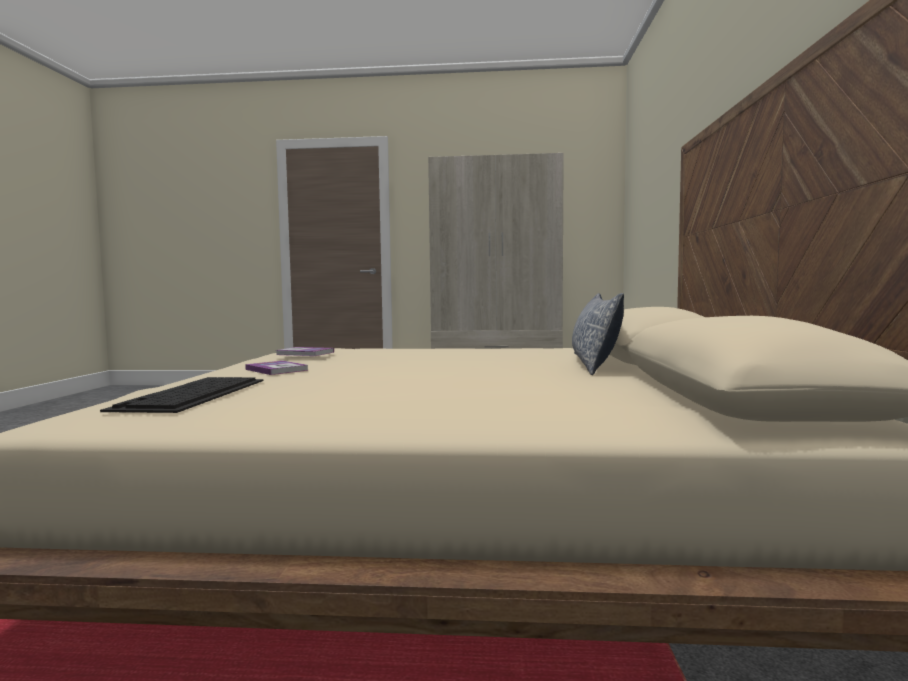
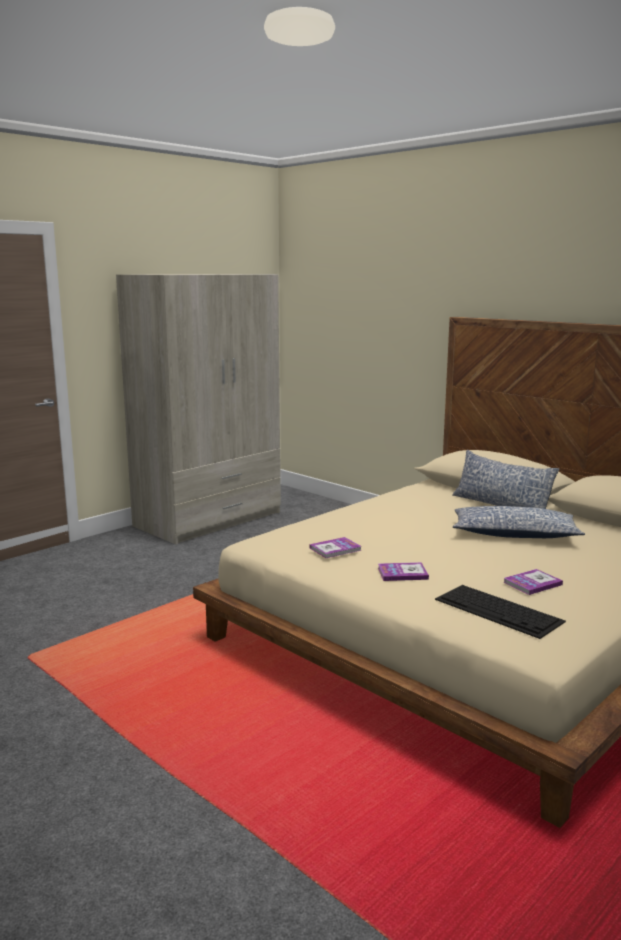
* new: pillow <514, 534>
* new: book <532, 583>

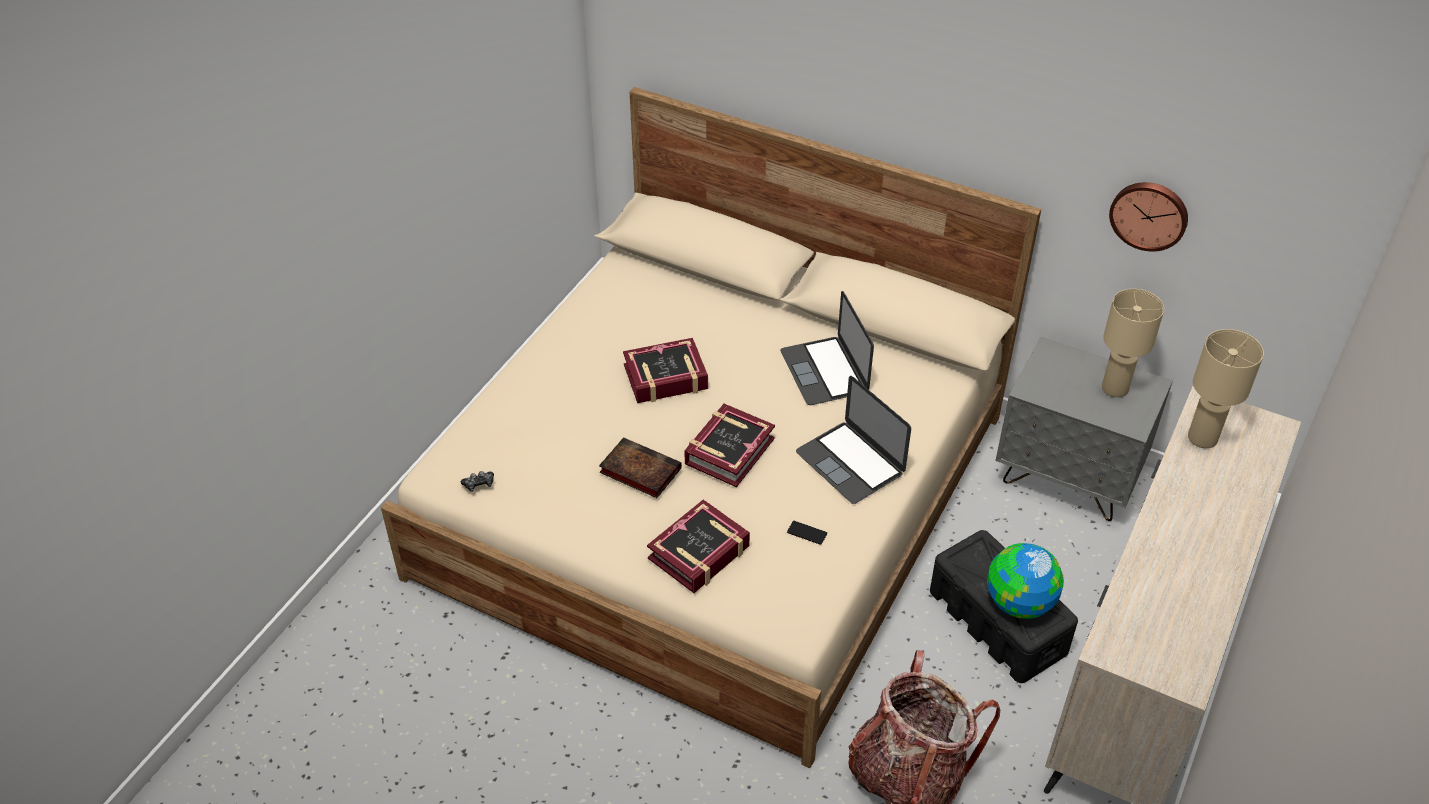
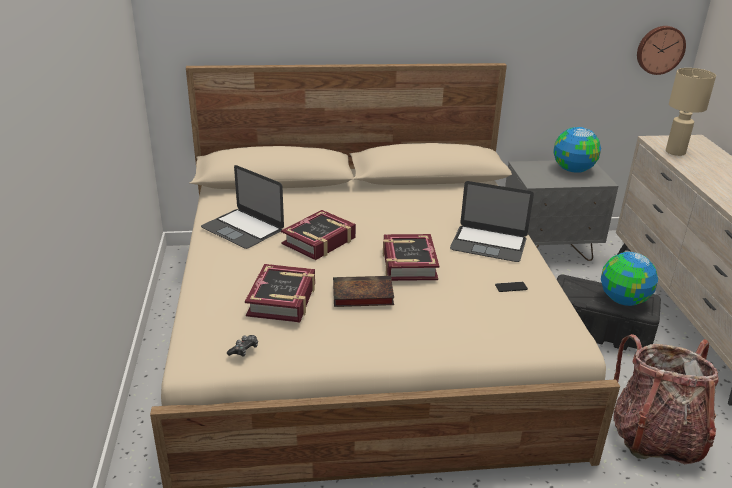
* shifted: book <699, 553> to <282, 300>
* shifted: laptop <824, 371> to <242, 228>
* swapped: beige_table_lamp <1114, 388> to globe <572, 170>
* shifted: wall_clock <1149, 214> to <659, 49>

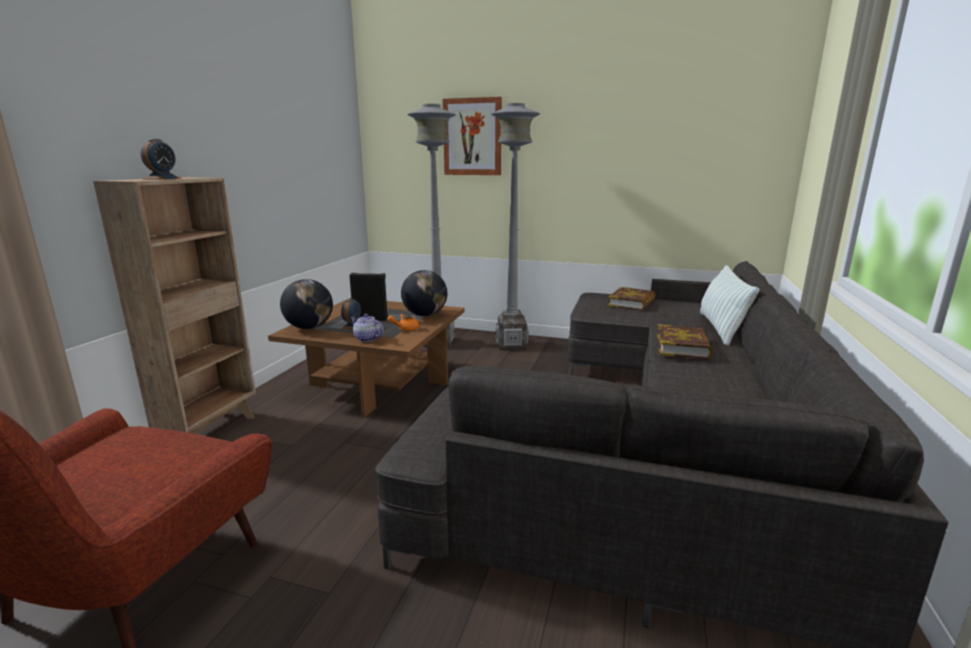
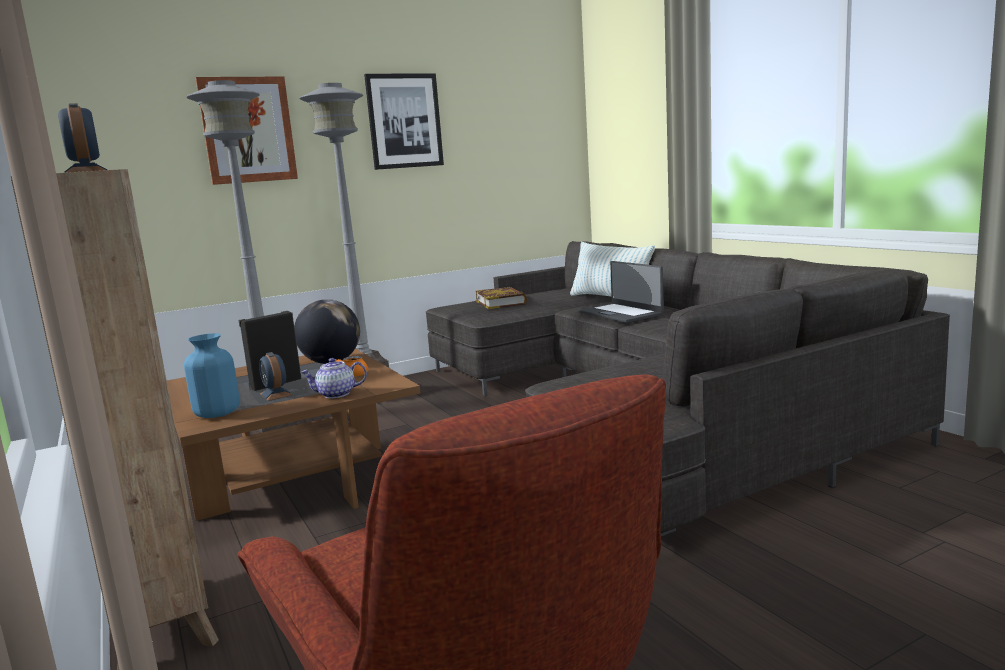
* swapped: globe <309, 327> to blue_vase <217, 413>
* swapped: book <682, 347> to laptop <621, 313>
* new: picture <404, 121>

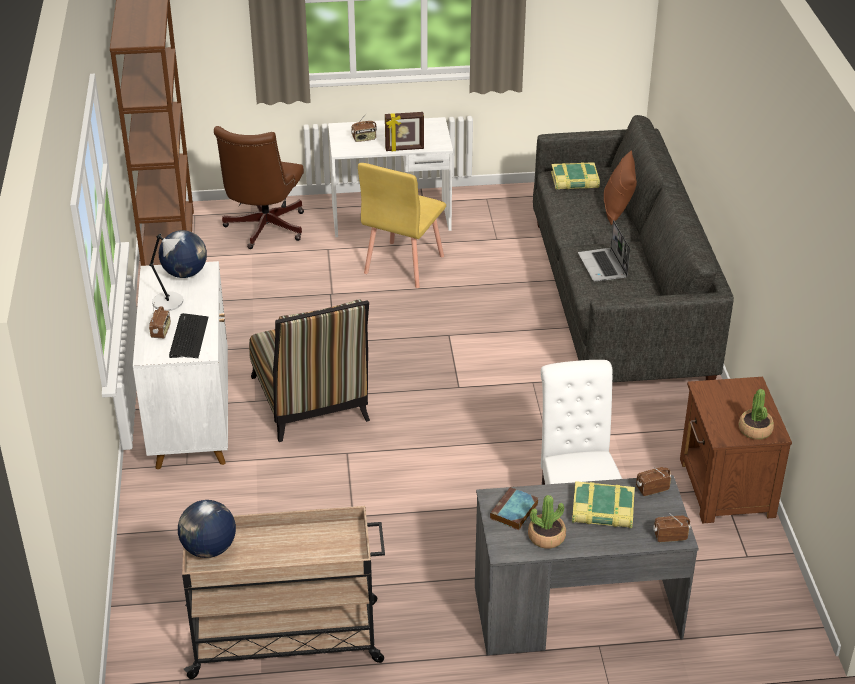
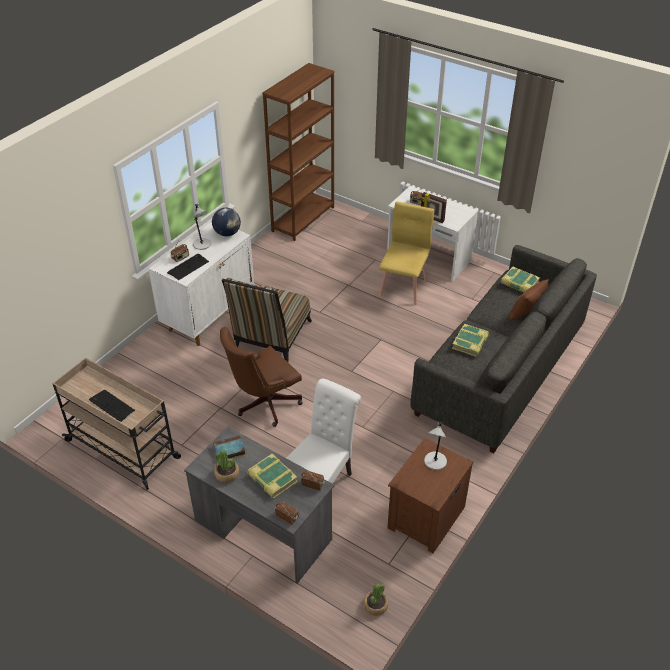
* gone: globe <209, 549>
* shifted: brown_office_chair <263, 230> to <263, 404>
* rotated: yellow_chair <403, 264> = <403, 287> 135 degrees clockwise
* swapped: laptop <603, 266> to book <470, 343>
* shifted: potted_plant <755, 430> to <375, 605>
* new: keyboard <112, 406>
* new: grey_table_lamp <435, 462>

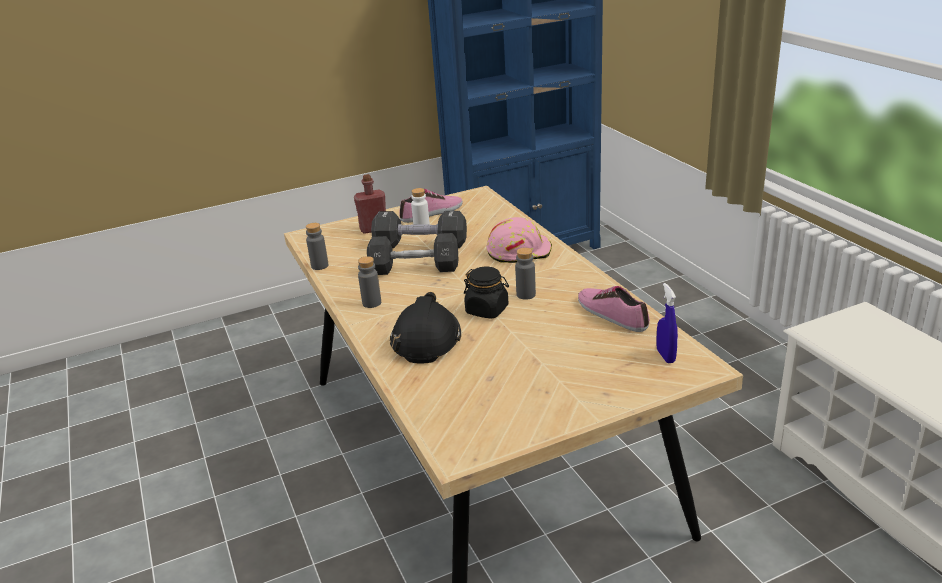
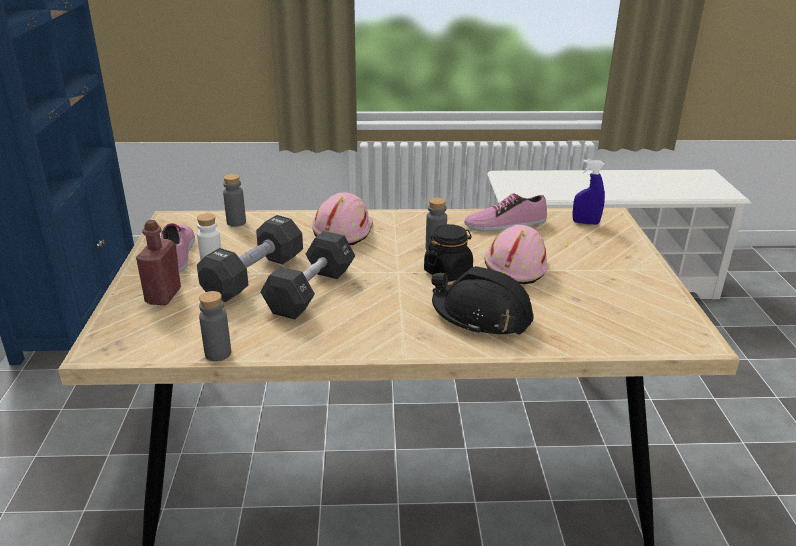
* shifted: grey_bottle <372, 303> to <236, 222>
* new: pink_hard_hat <514, 266>

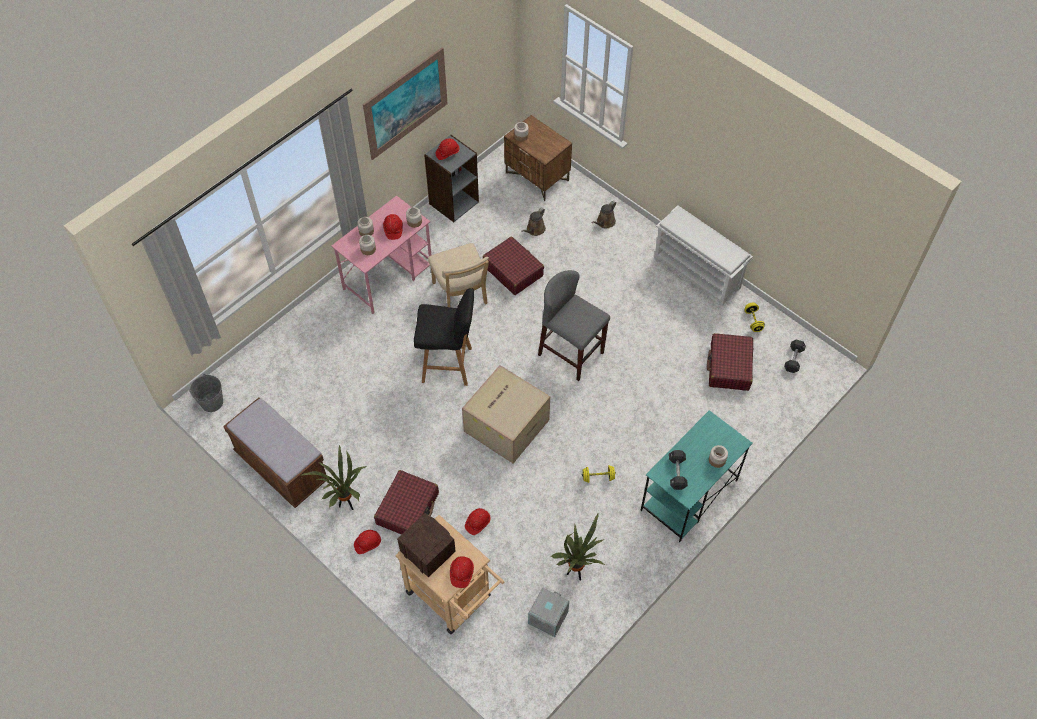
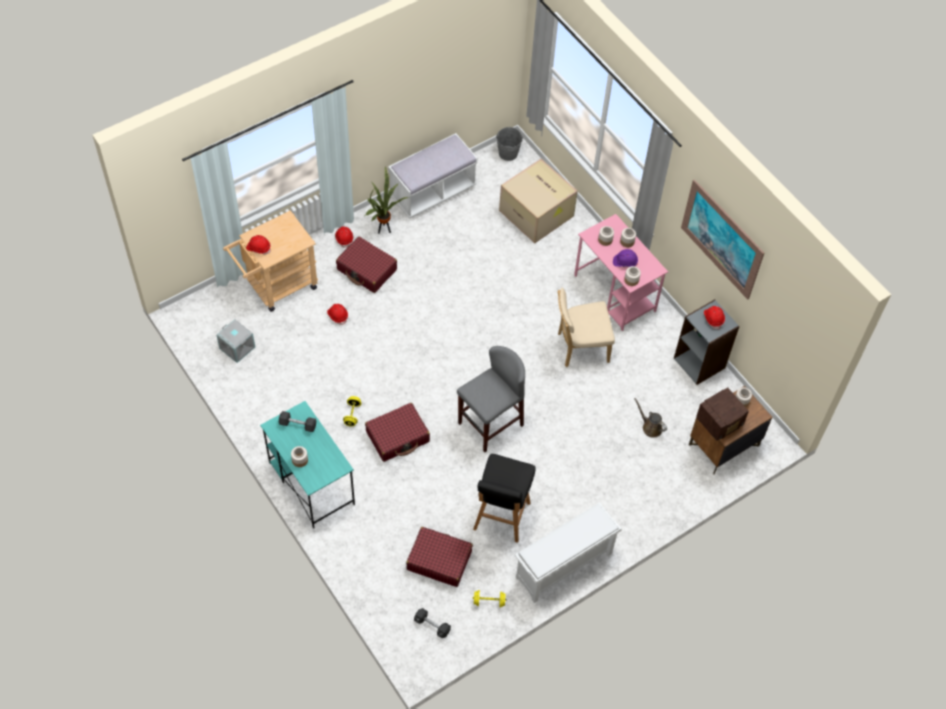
* repainted: brown_bench <282, 467> to white_bench <432, 192>
* repainted: red_hard_hat <393, 229> to purple_hard_hat <625, 262>
* shifted: radio <427, 551> to <720, 422>
* shifted: black_stool <448, 365> to <501, 517>
* shifted: cardboard_box <506, 424> to <537, 213>
* shifted: red_suitcase <513, 271> to <398, 437>
* gone: potted_plant <576, 573>
* gone: brown_watering_can <604, 222>

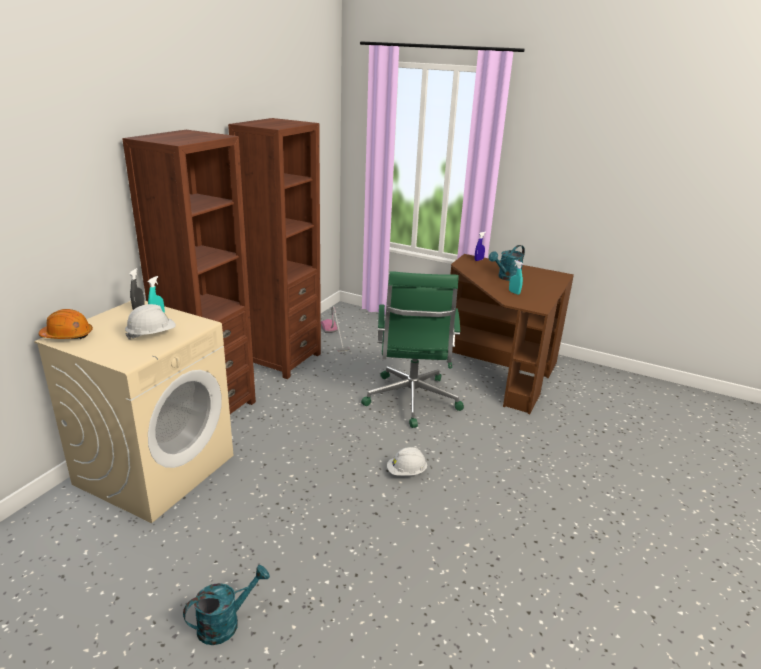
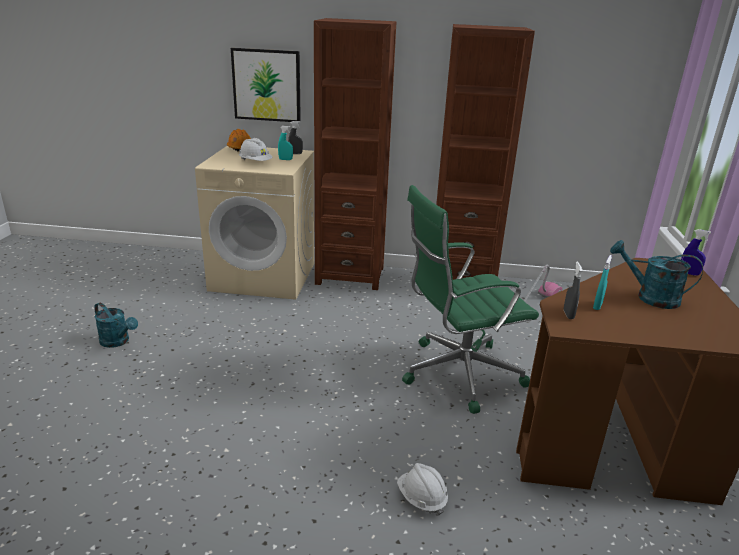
* shifted: white_hard_hat <406, 472> to <421, 498>
* new: picture <267, 85>
* new: grey_spray_bottle <568, 314>

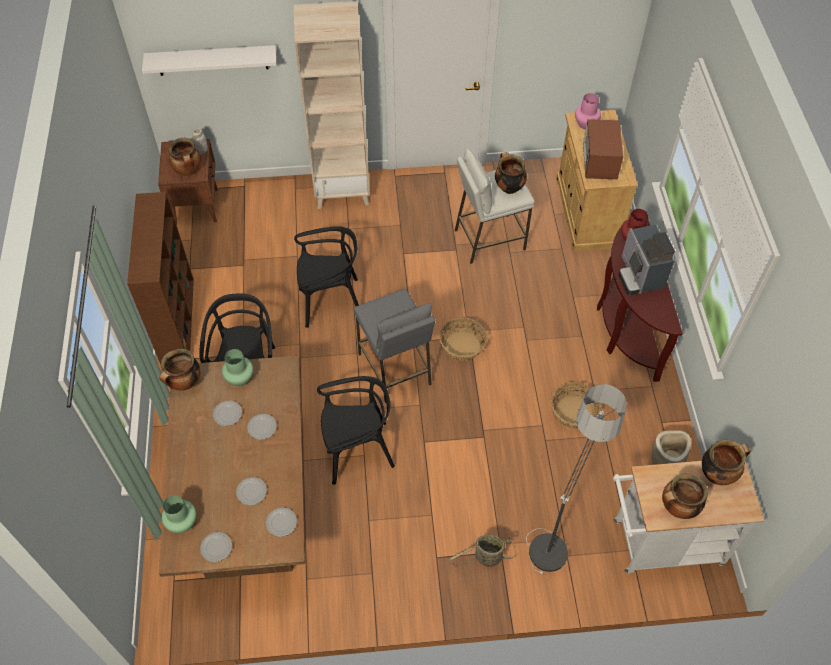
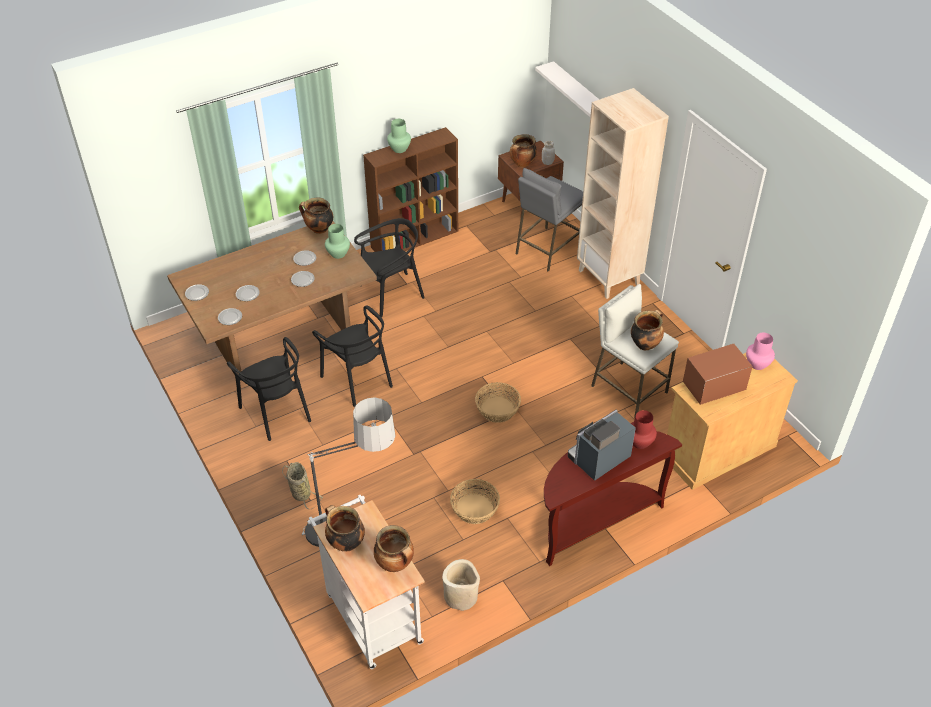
* shifted: green_vase <182, 522> to <399, 148>
* shifted: black_chair <330, 300> to <276, 412>
* shifted: grey_stool <395, 369> to <547, 249>

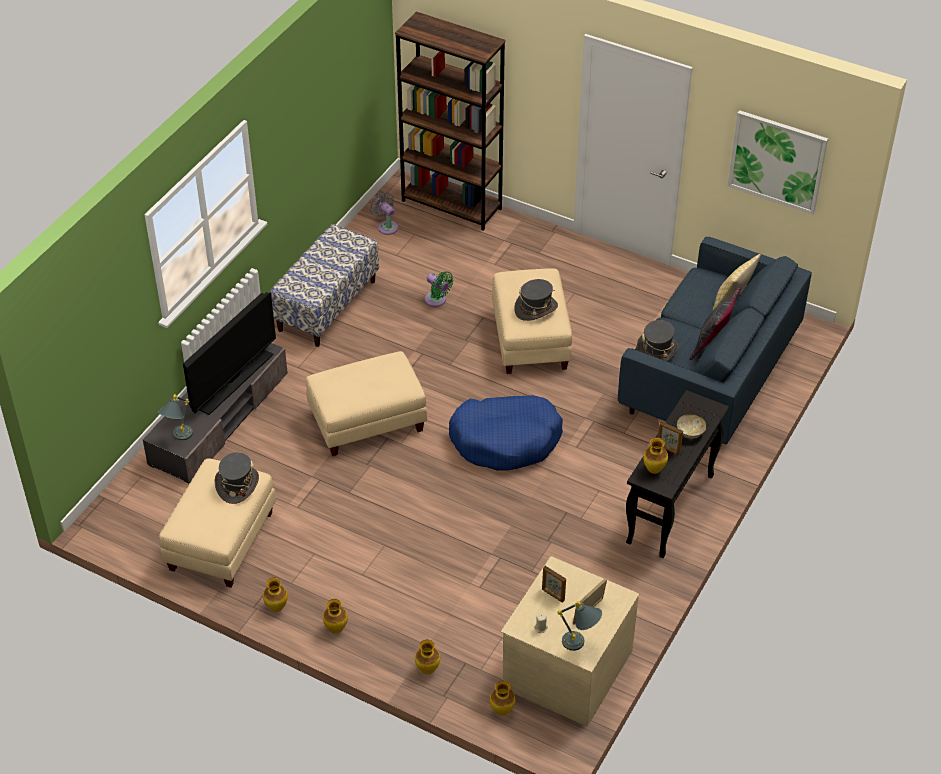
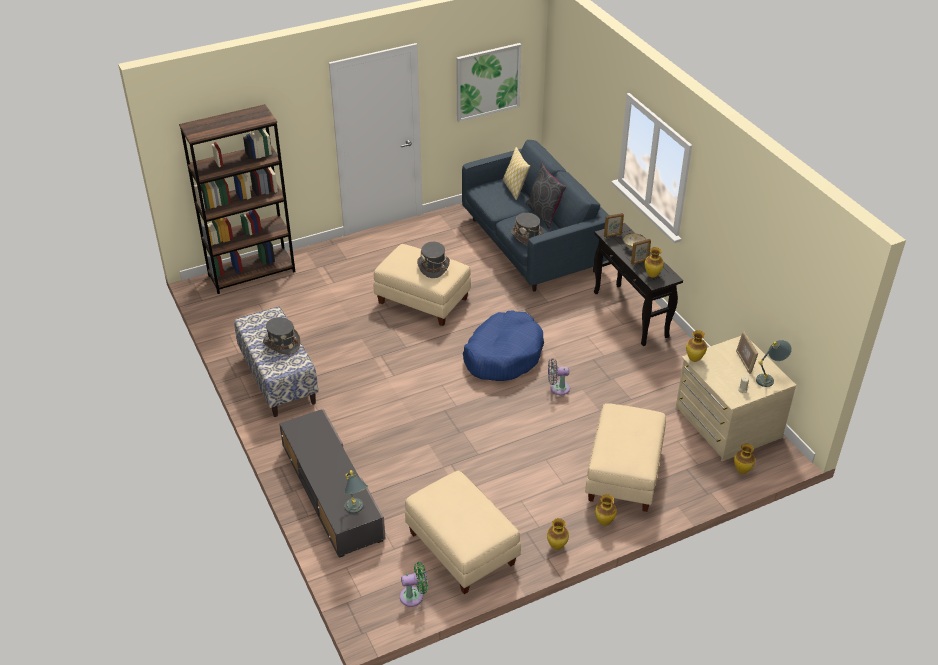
* gone: television <234, 380>
* shifted: grey_hat <237, 485> to <282, 343>
* shifted: beige_ottoman <367, 423> to <624, 474>
* shifted: grey_fan <386, 226> to <557, 388>
* shifted: vase <427, 670> to <693, 359>
* shifted: green_fan <437, 300> to <414, 596>
* shifted: picture_frame <553, 595> to <612, 235>

